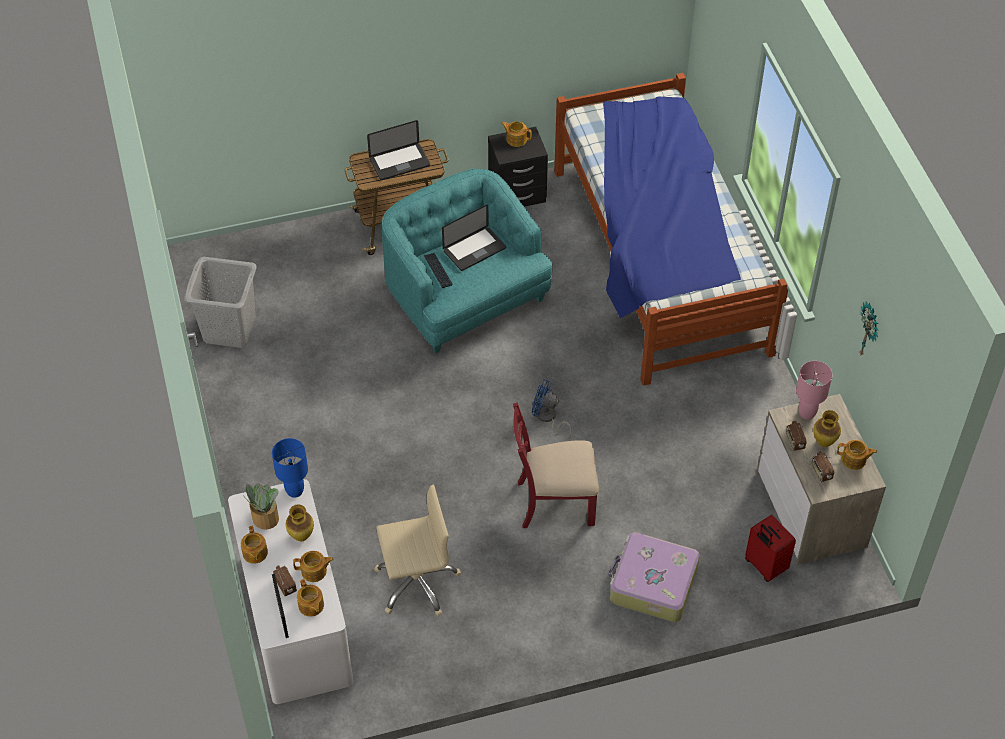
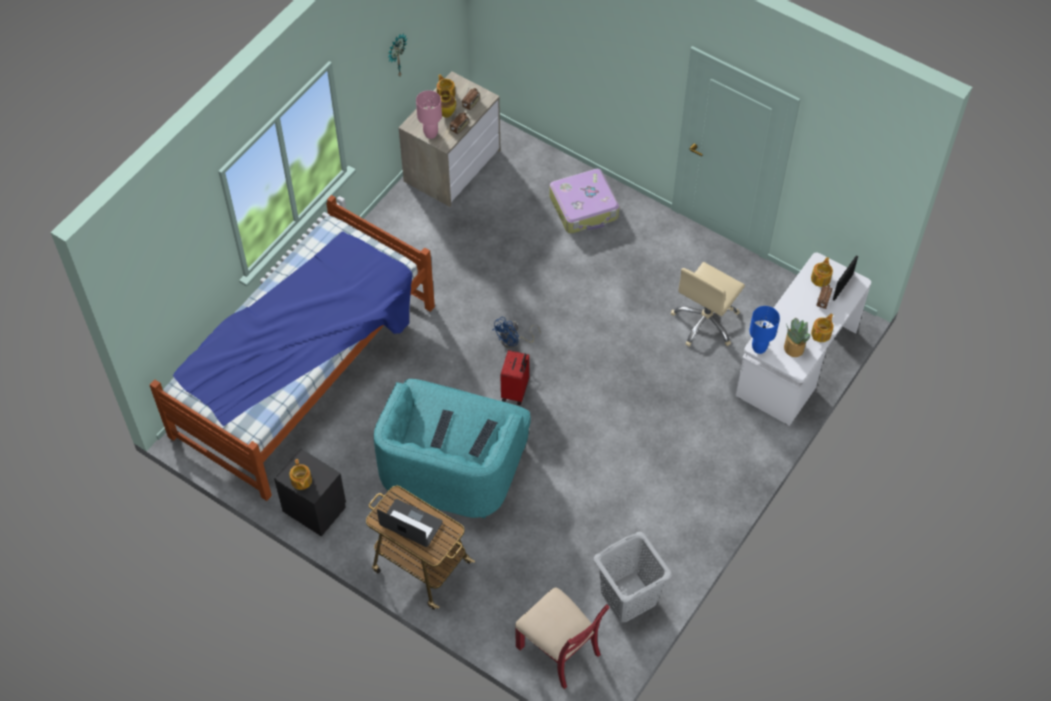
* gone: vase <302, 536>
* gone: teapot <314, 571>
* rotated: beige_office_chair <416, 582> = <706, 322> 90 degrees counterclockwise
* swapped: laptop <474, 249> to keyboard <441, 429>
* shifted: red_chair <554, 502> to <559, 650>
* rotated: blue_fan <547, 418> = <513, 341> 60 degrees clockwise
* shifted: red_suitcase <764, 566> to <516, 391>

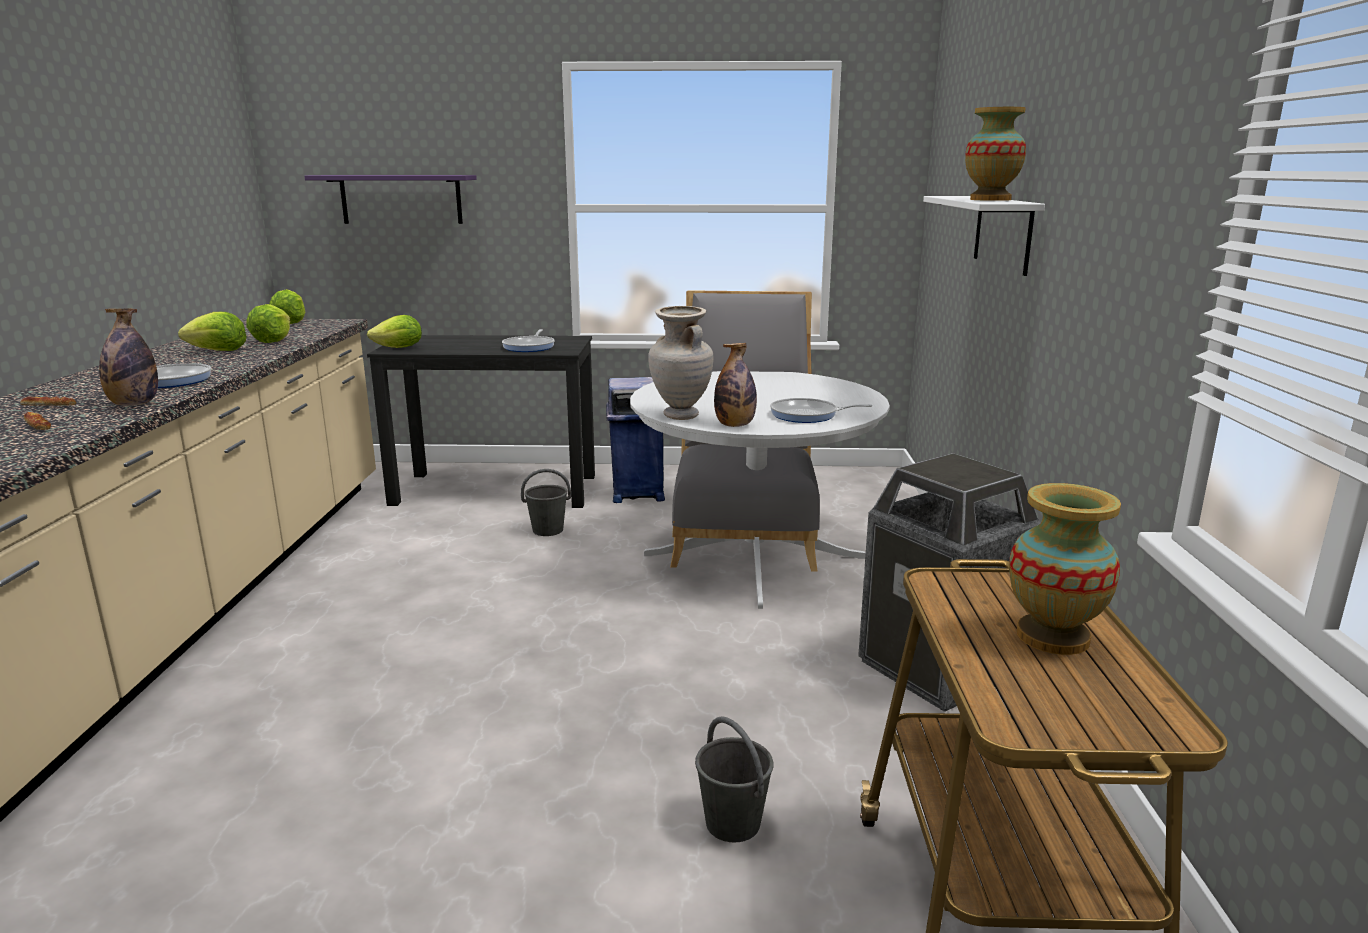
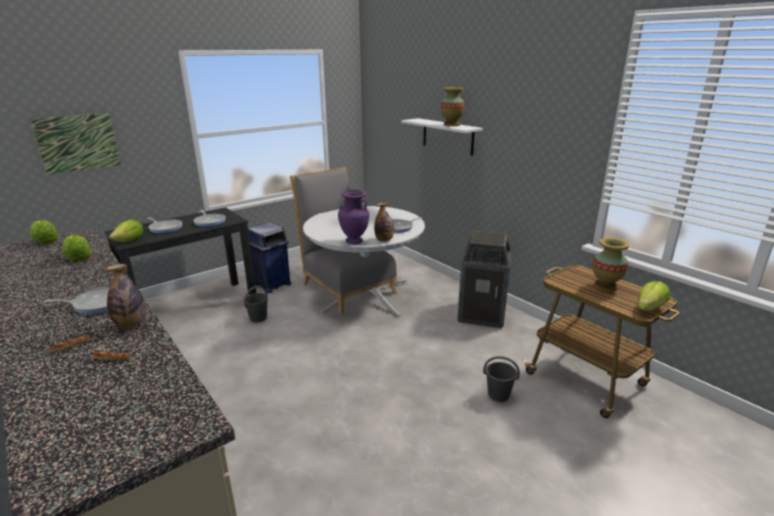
* shifted: lettuce <218, 351> to <649, 308>
* swapped: purple_shelf <401, 199> to picture <78, 143>
* repainted: beige_vase <680, 416> to purple_vase <354, 242>
* new: frying_pan <165, 228>

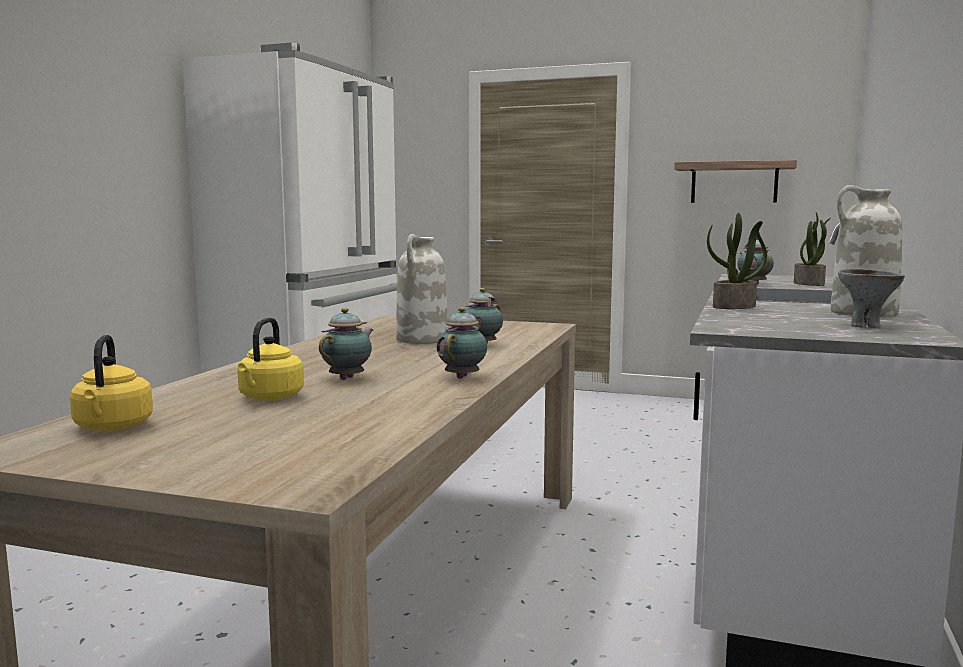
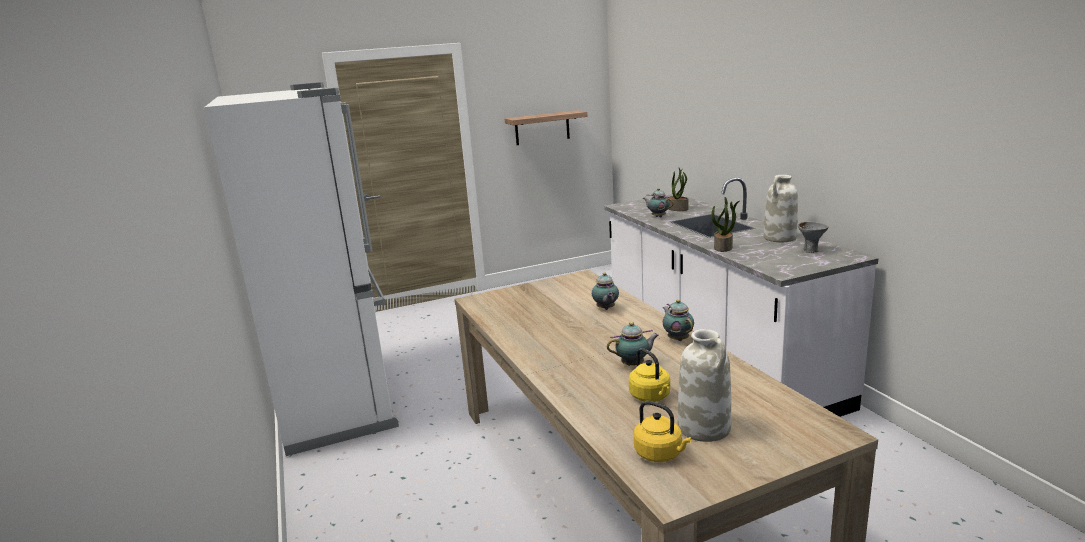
* rotated: teapot <349, 378> = <634, 364> 90 degrees clockwise
* shifted: white_vase <422, 340> to <705, 428>

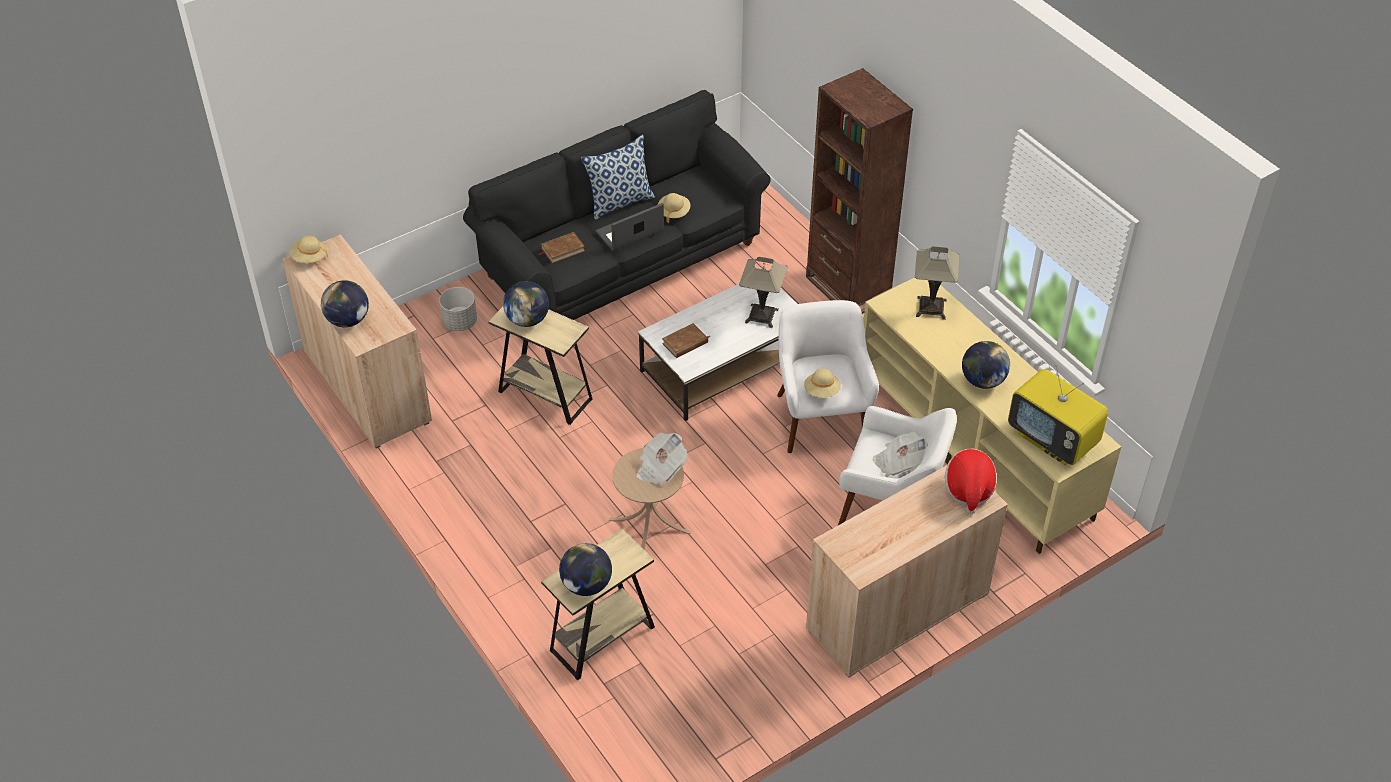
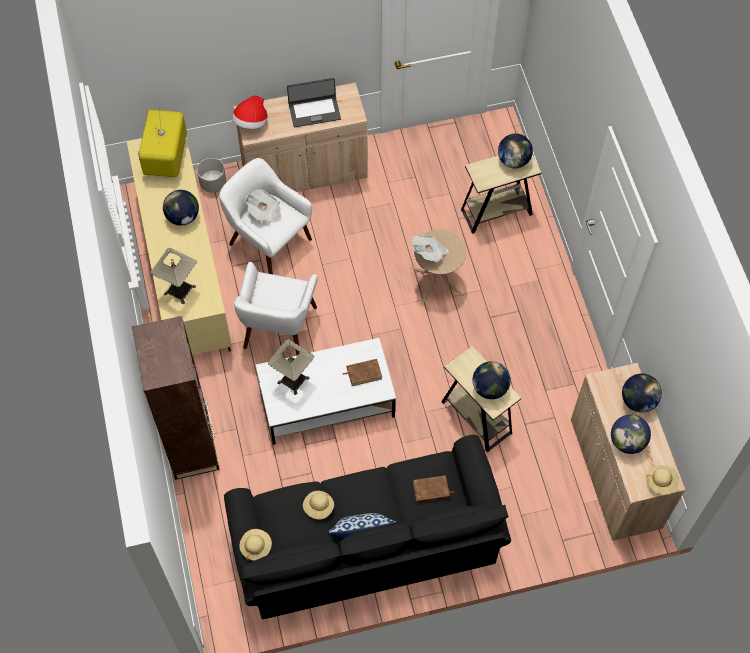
* shifted: grey_planter <460, 322> to <213, 183>
* shifted: laptop <630, 232> to <314, 111>
* shifted: beige_hat <822, 391> to <256, 547>
* rotated: television <1053, 440> = <166, 158> 150 degrees counterclockwise
* new: globe <627, 441>

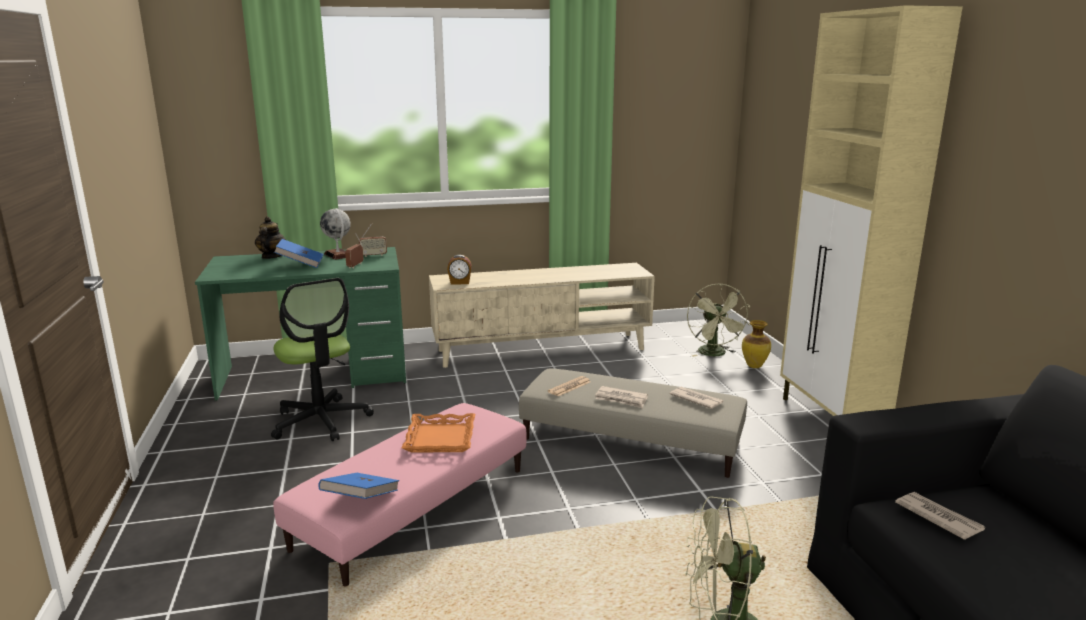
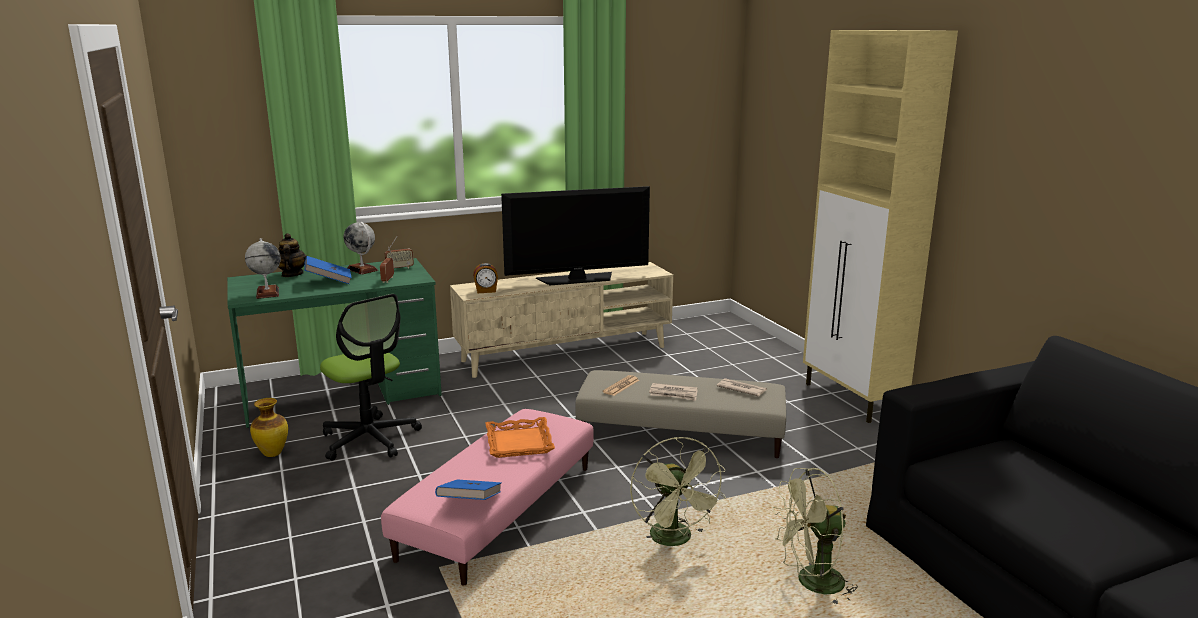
* shifted: green_fan <715, 354> to <675, 541>
* shifted: vase <754, 366> to <273, 453>
* gone: newspaper <938, 517>
* new: globe <267, 293>
* new: television <577, 279>

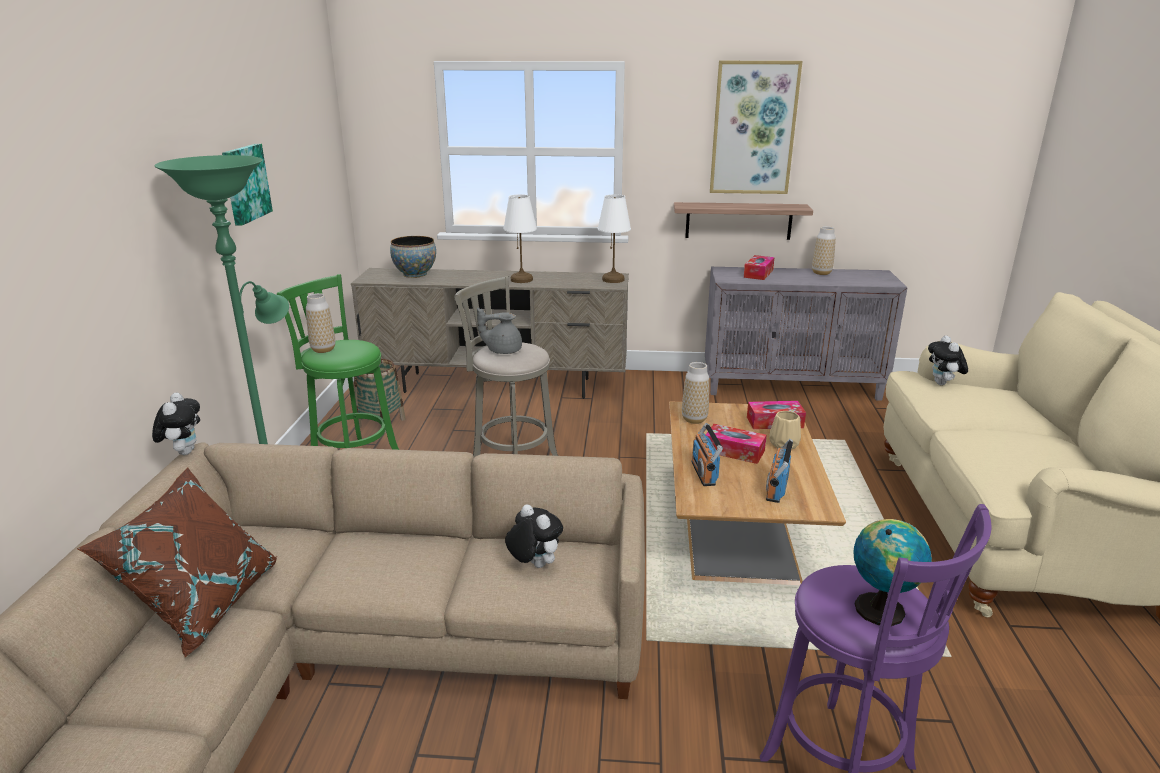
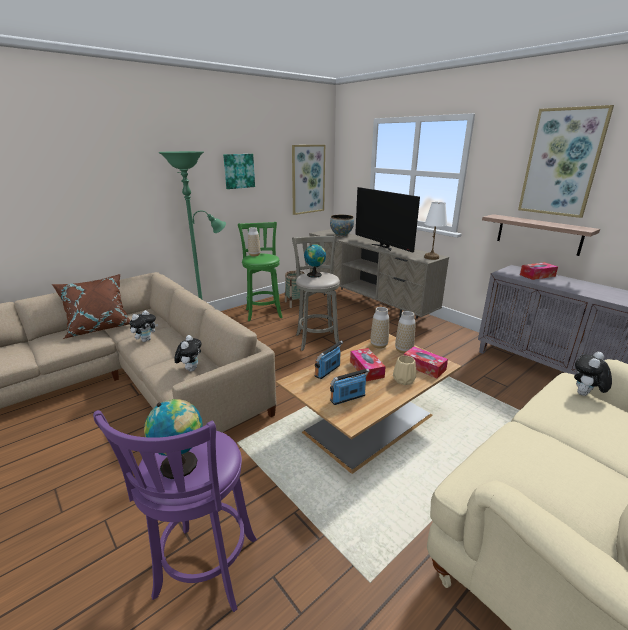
* shifted: plush_toy <184, 452> to <146, 340>
* swapped: grey_teapot <502, 350> to globe <315, 275>
* swapped: white_table_lamp <522, 279> to television <383, 247>
* shifted: vase <821, 273> to <403, 350>
* new: picture <308, 179>

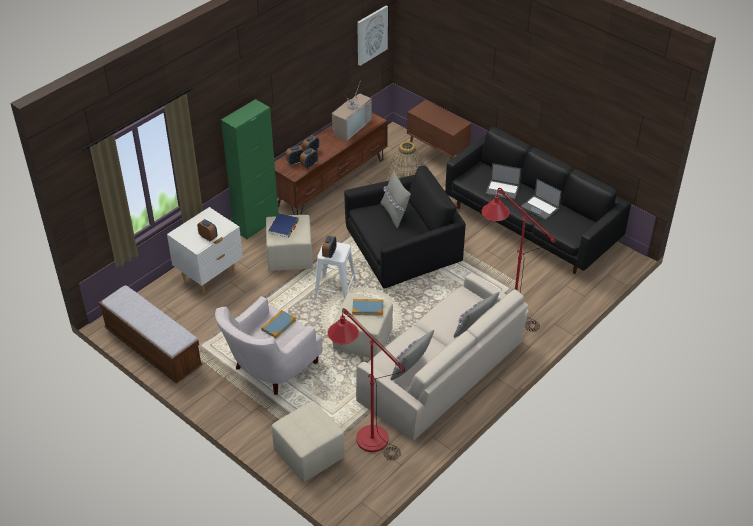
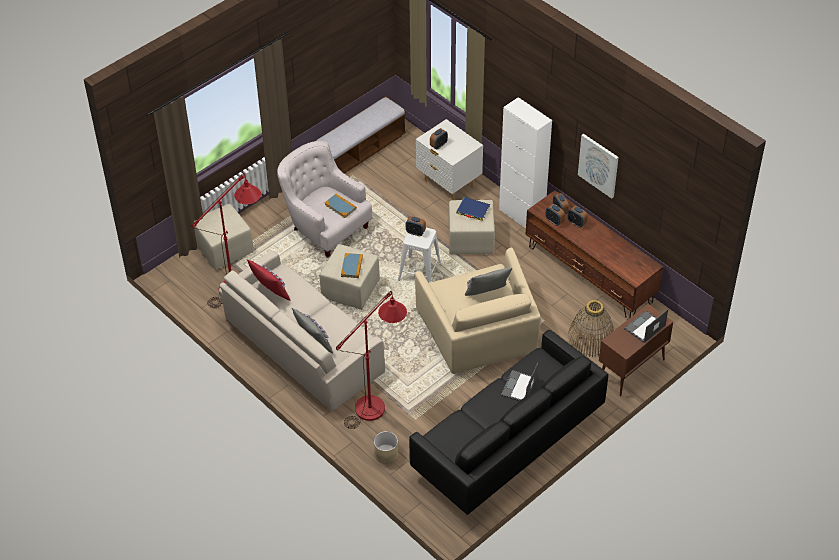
* repainted: green_cabinet <256, 224> to white_cabinet <521, 216>
* gone: television <350, 126>
* repainted: black_armchair <403, 247> to beige_armchair <478, 328>
* shifted: picture <371, 35> to <598, 165>
* repainted: grey_pillow <411, 370> to red_pillow <269, 293>
* shifted: laptop <540, 207> to <644, 327>
* new: beige_planter <386, 454>

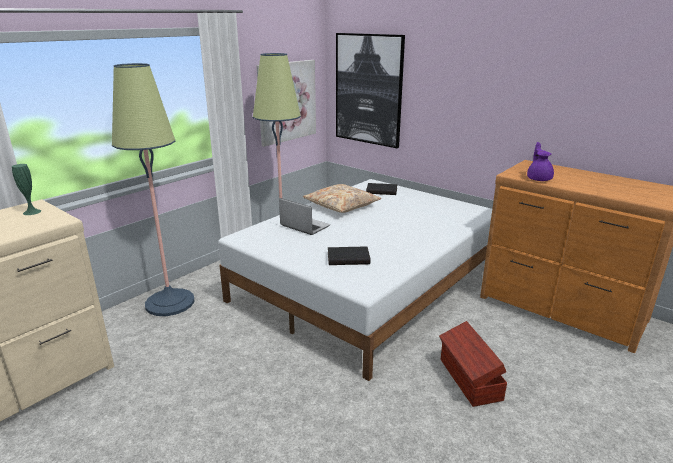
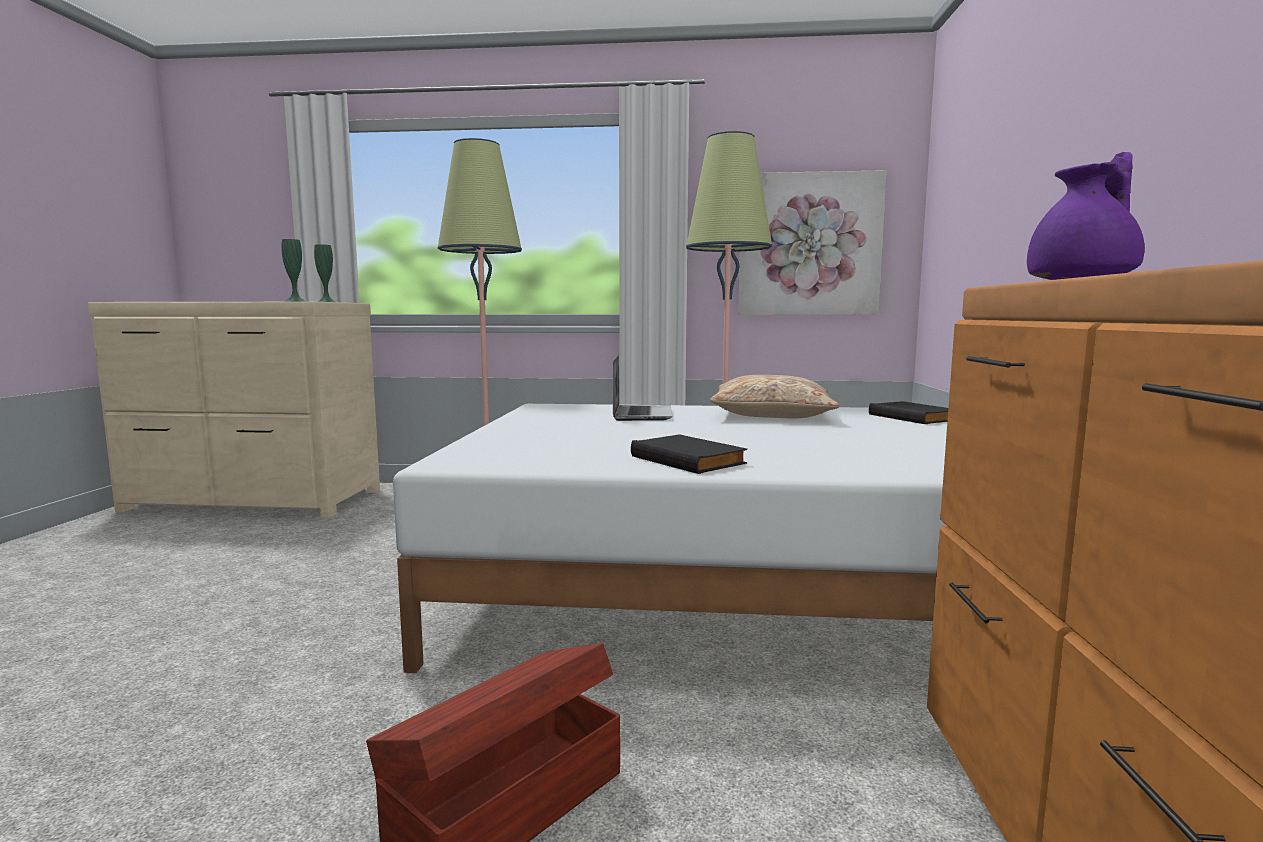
* shifted: black_book <348, 258> to <689, 460>
* gone: picture <368, 90>
* new: green_vase <295, 301>

